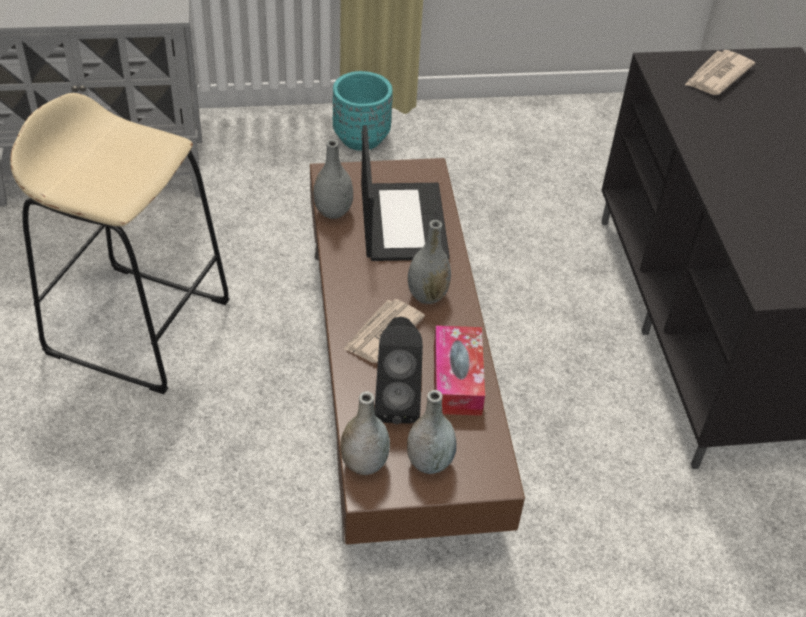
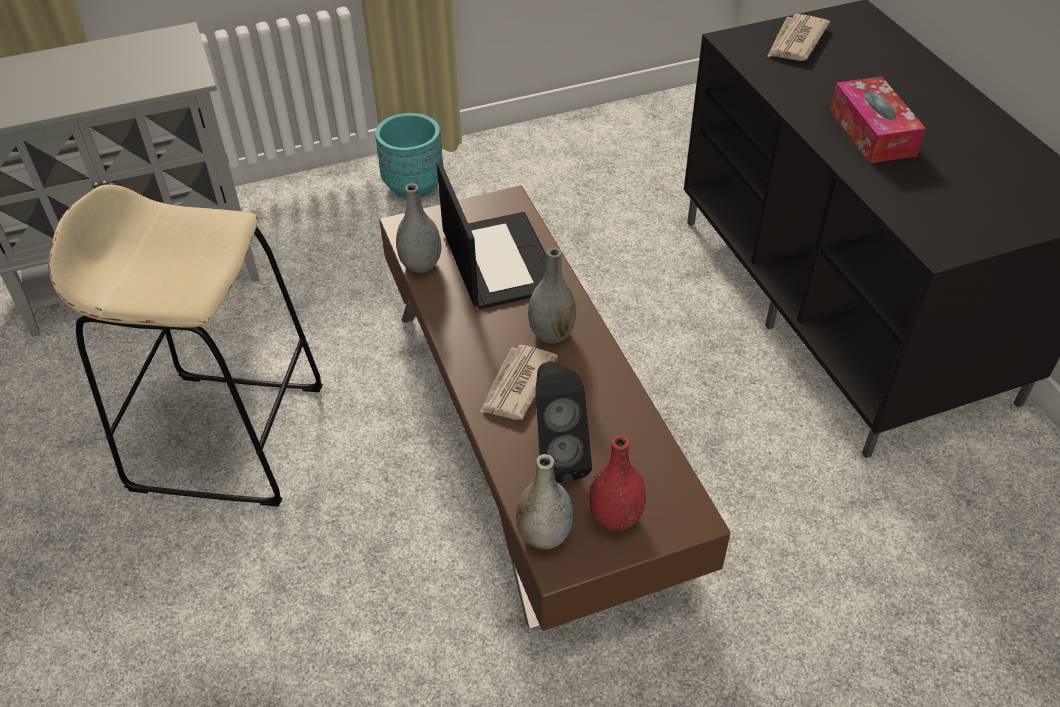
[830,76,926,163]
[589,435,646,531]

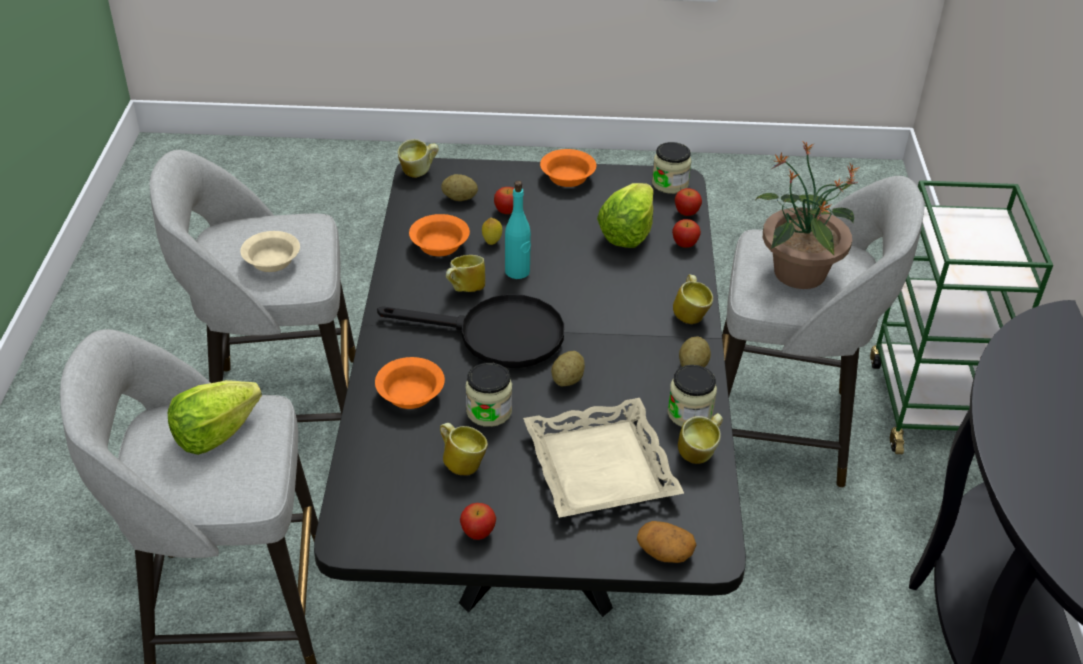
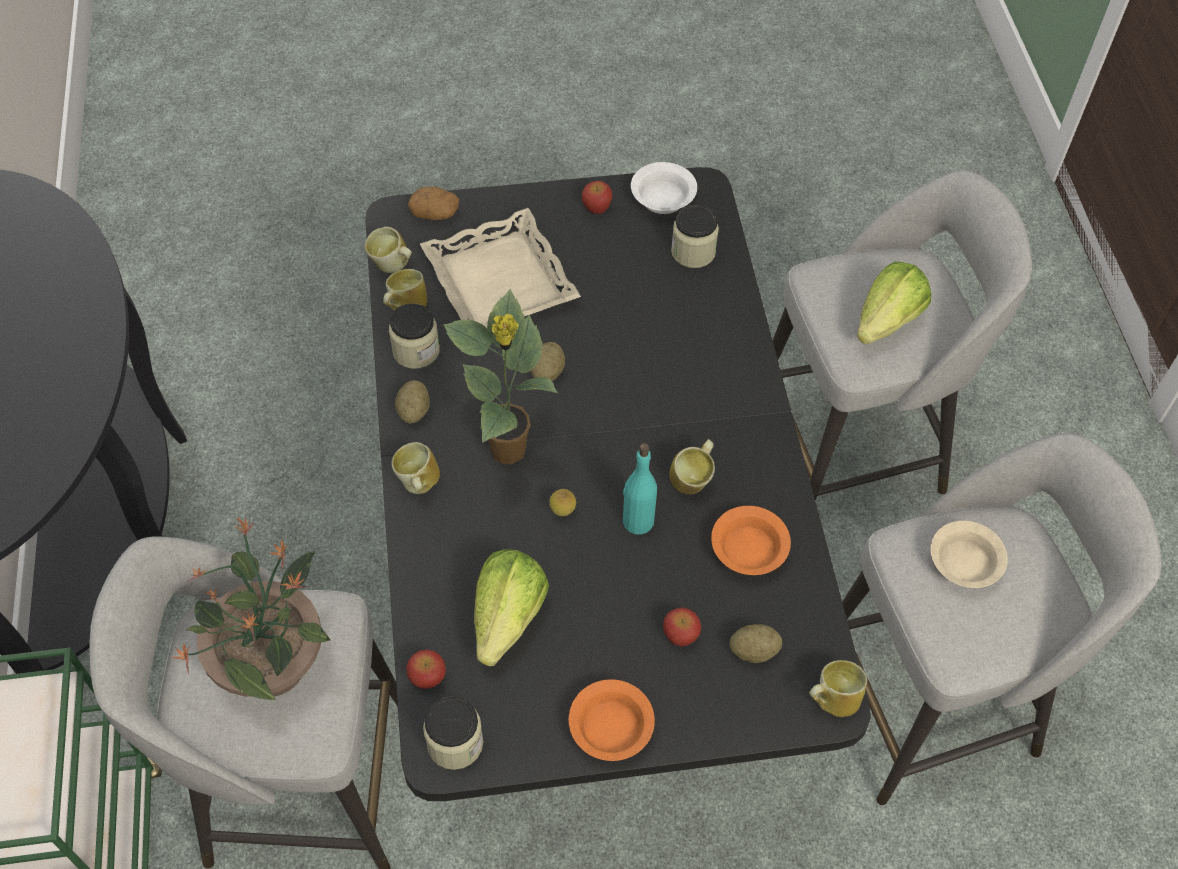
[375,357,445,409] (first image)
[377,294,564,368] (first image)
[672,219,701,248] (first image)
[443,289,558,465]
[631,162,697,214]
[365,227,412,273]
[671,205,719,268]
[549,489,576,516]

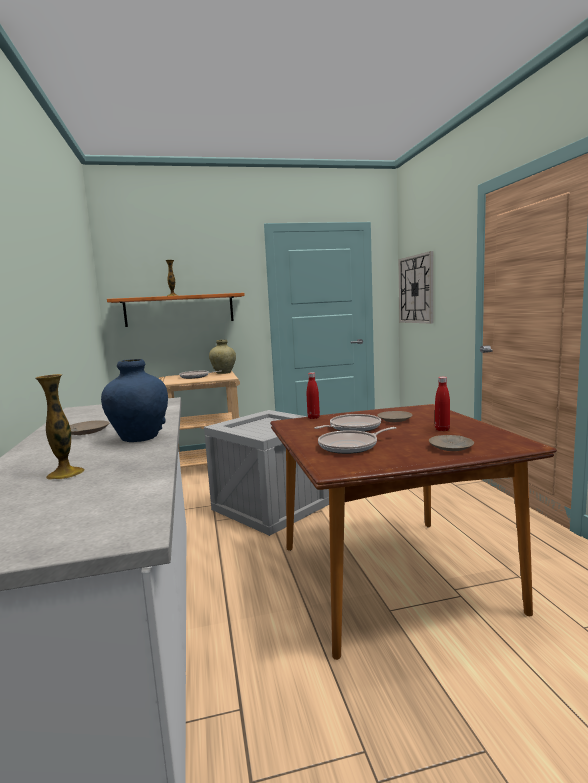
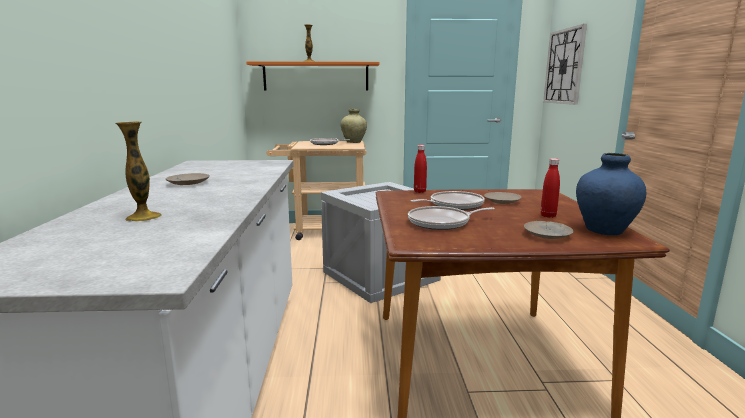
[576,153,647,235]

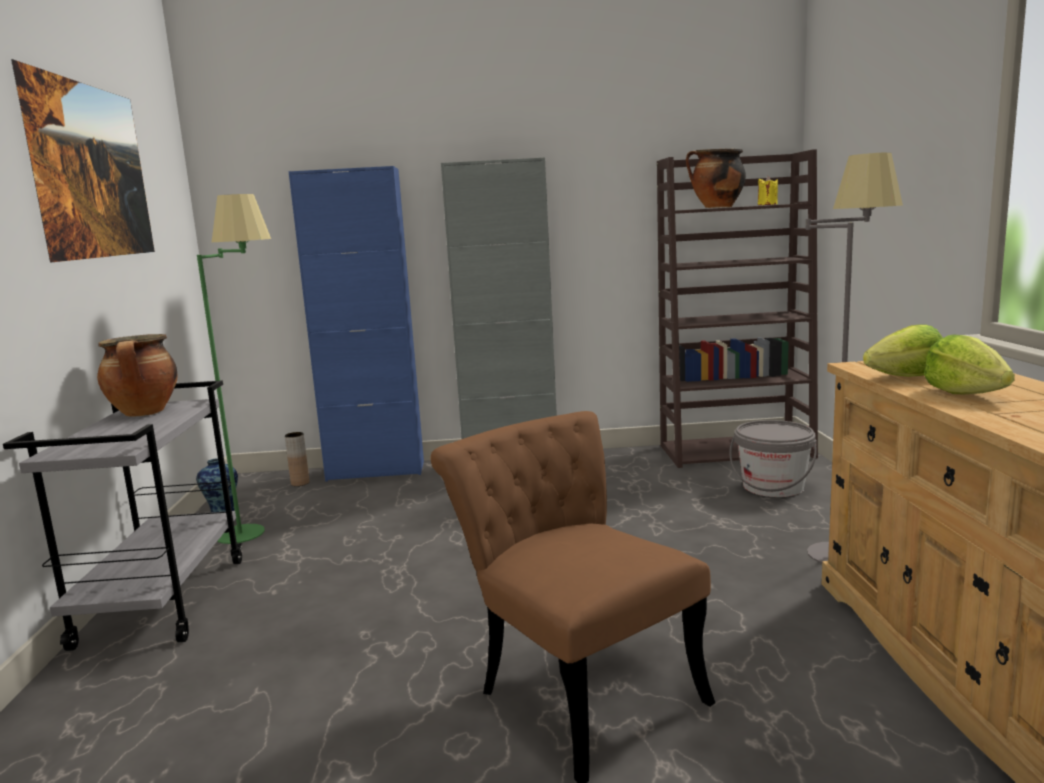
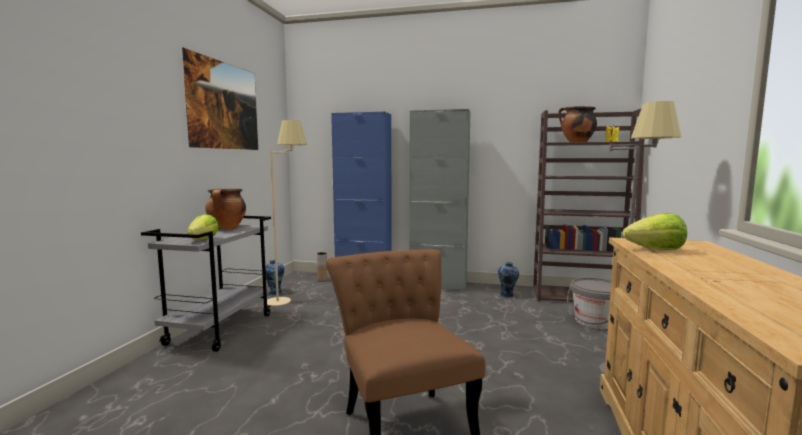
[498,262,519,298]
[187,214,219,240]
[267,120,307,306]

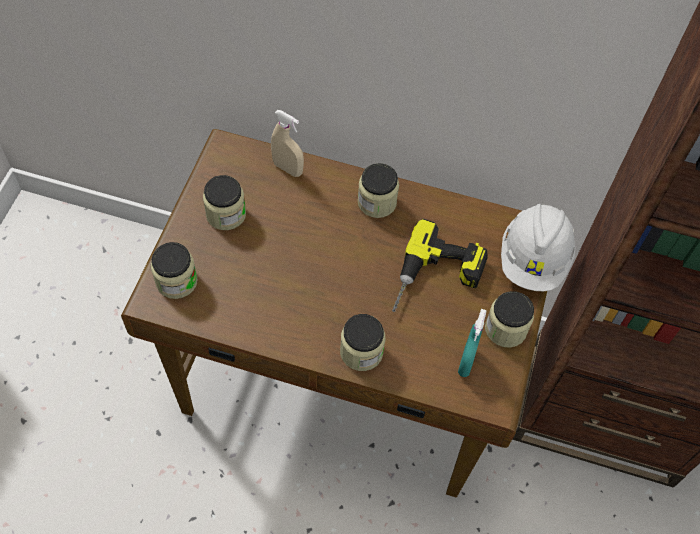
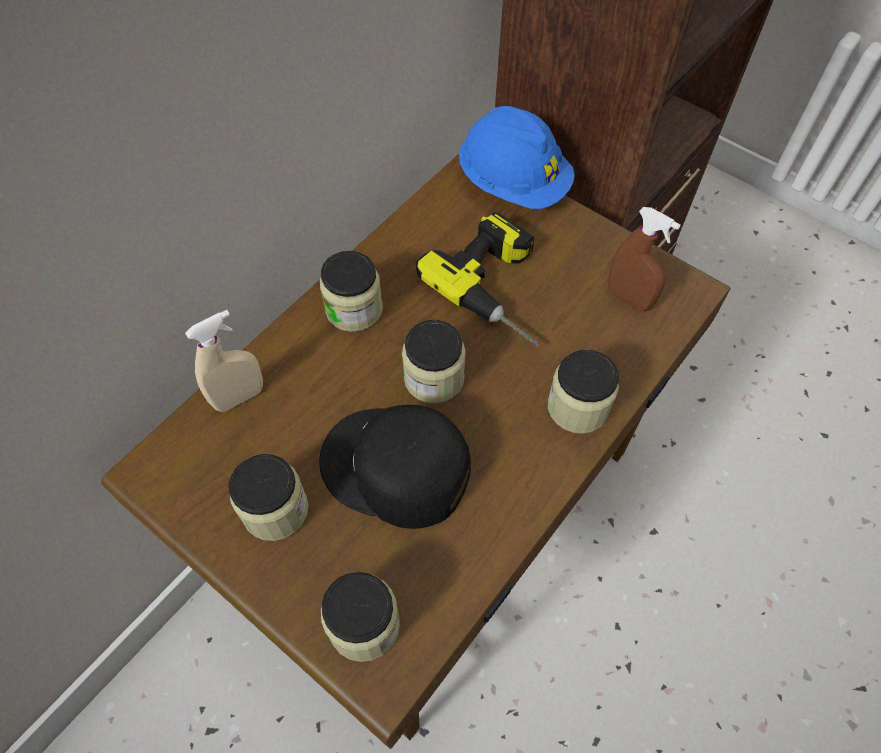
[319,405,471,529]
[402,320,466,403]
[608,207,681,311]
[459,106,575,209]

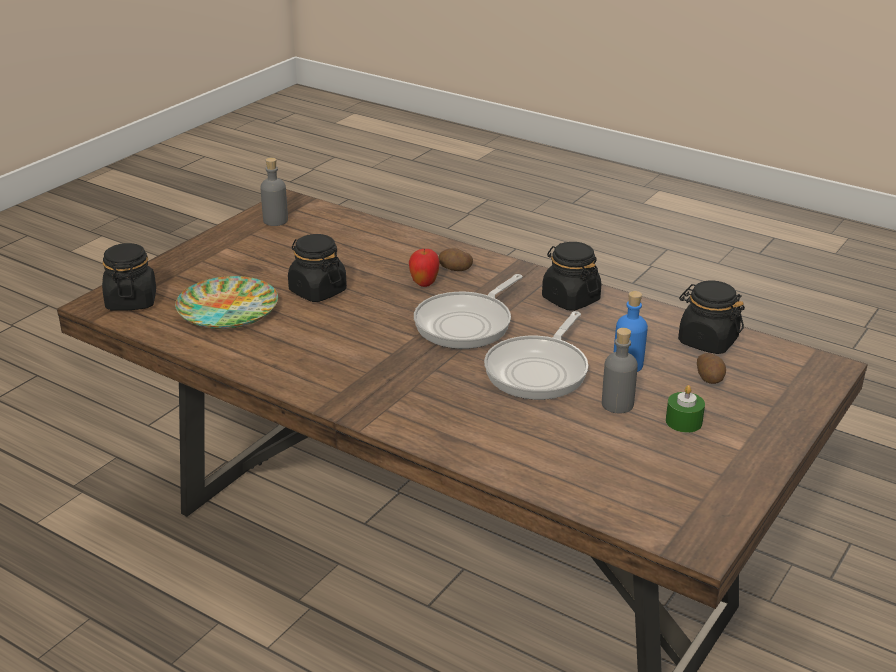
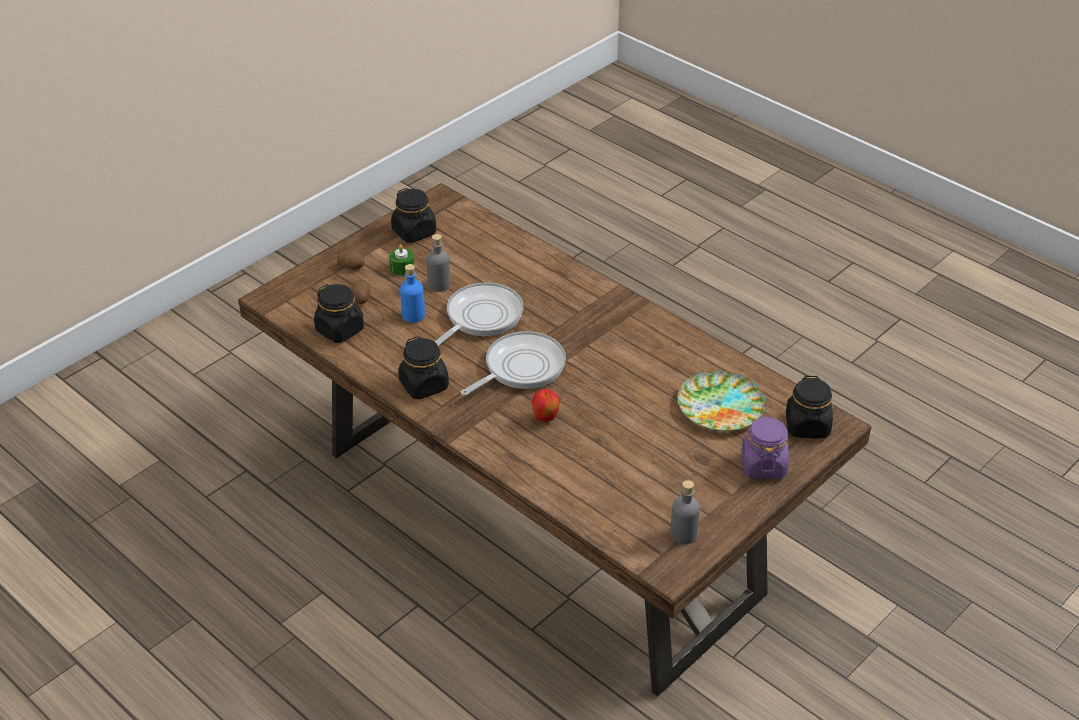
[741,416,789,479]
[391,188,436,243]
[337,250,365,270]

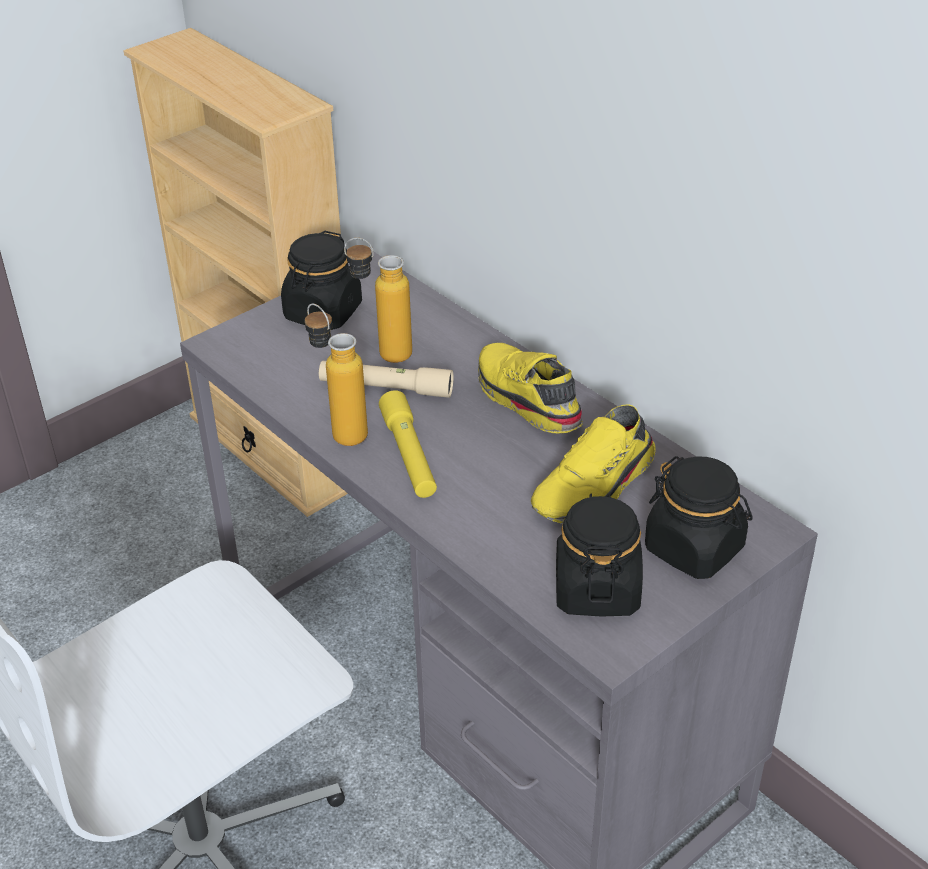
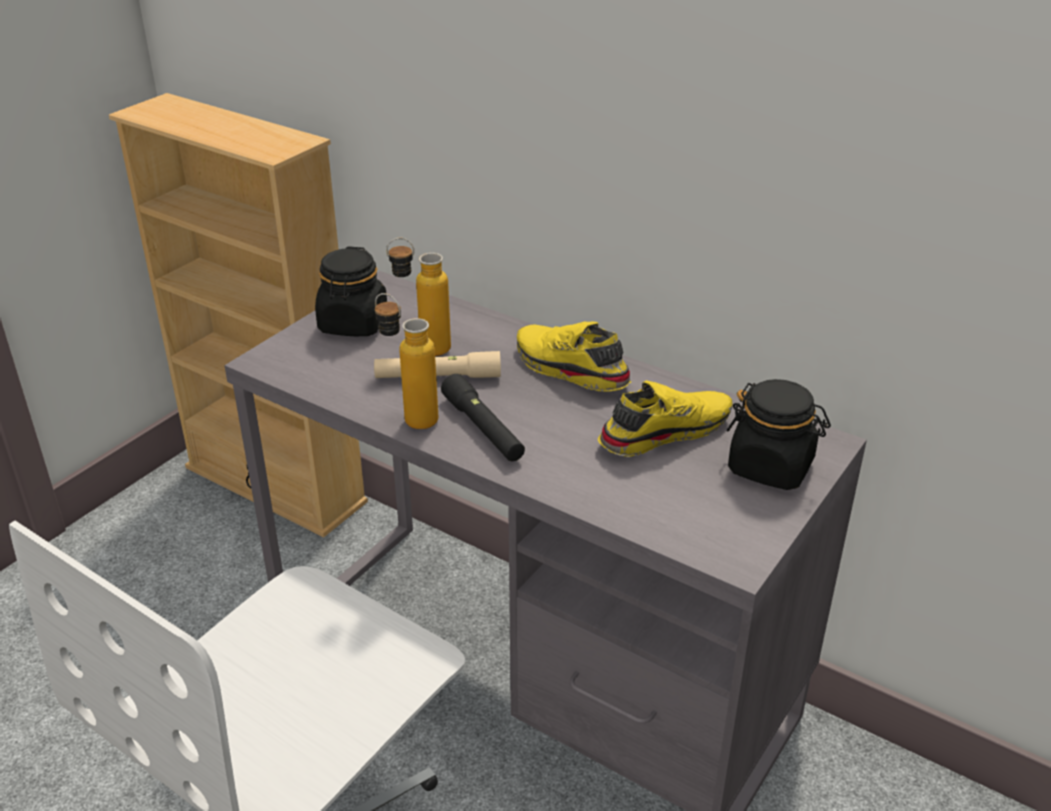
[556,494,643,617] (first image)
[441,374,525,461]
[598,380,732,457]

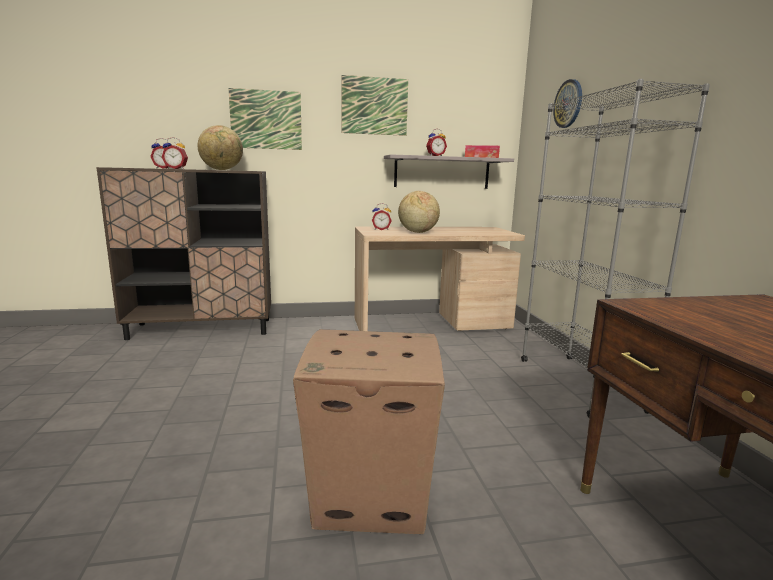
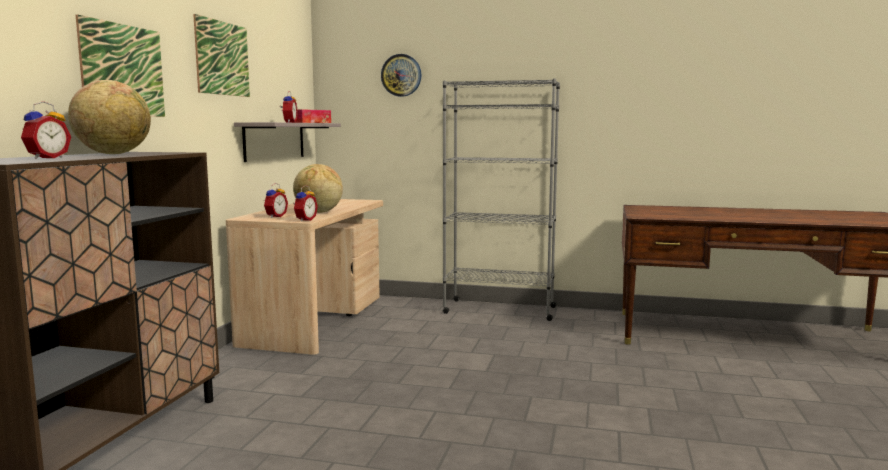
[293,329,445,534] (first image)
[294,185,318,222]

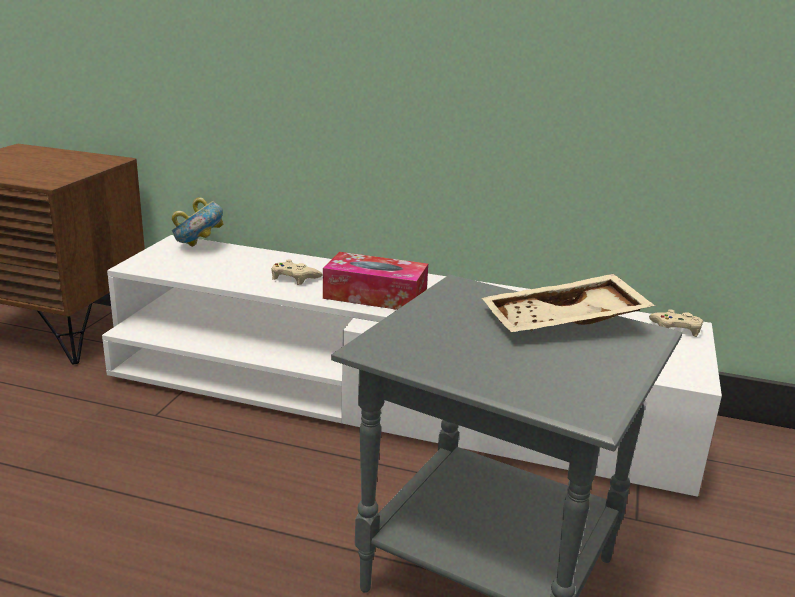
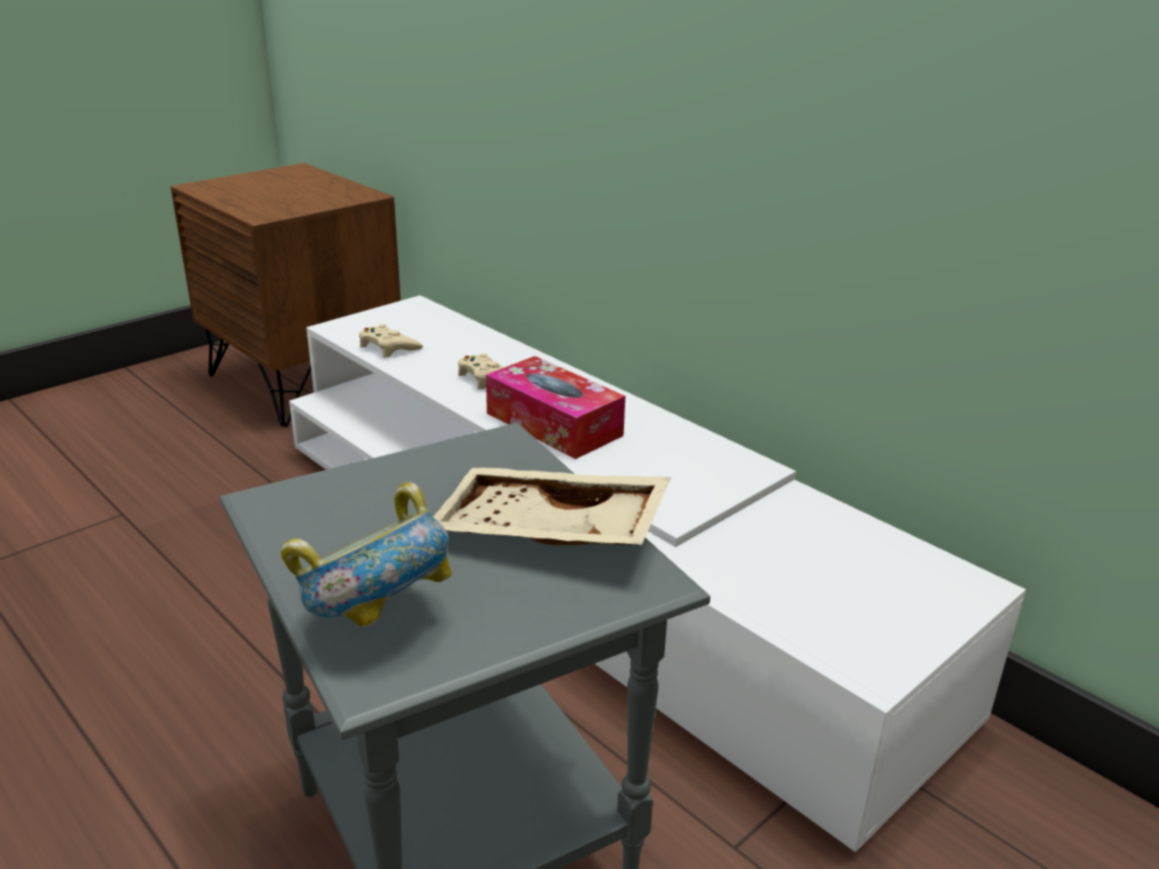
[281,482,452,627]
[359,324,423,357]

